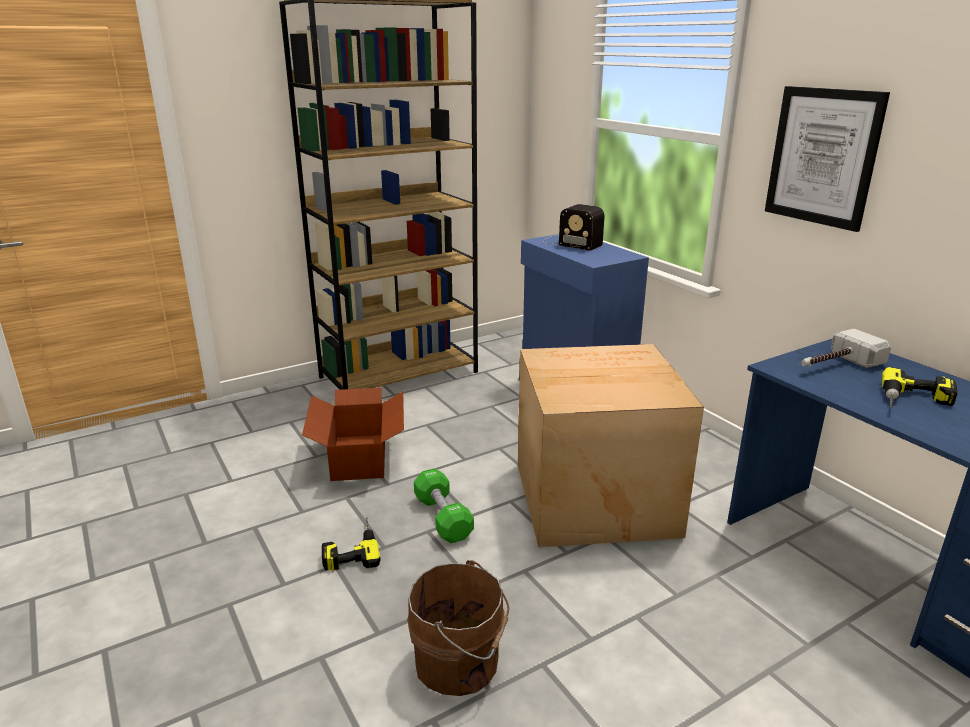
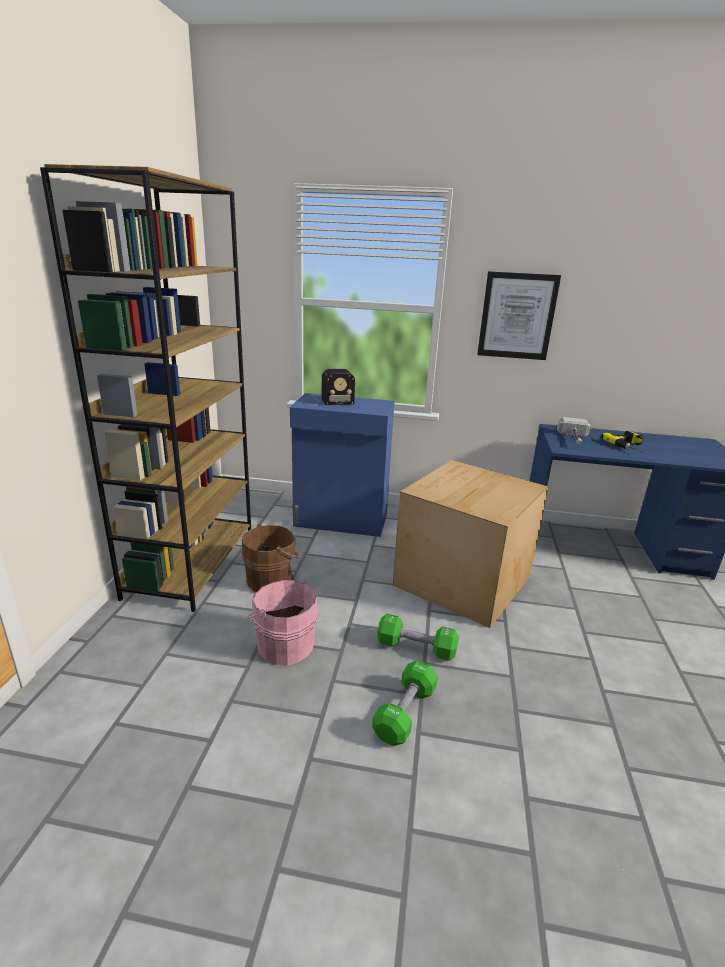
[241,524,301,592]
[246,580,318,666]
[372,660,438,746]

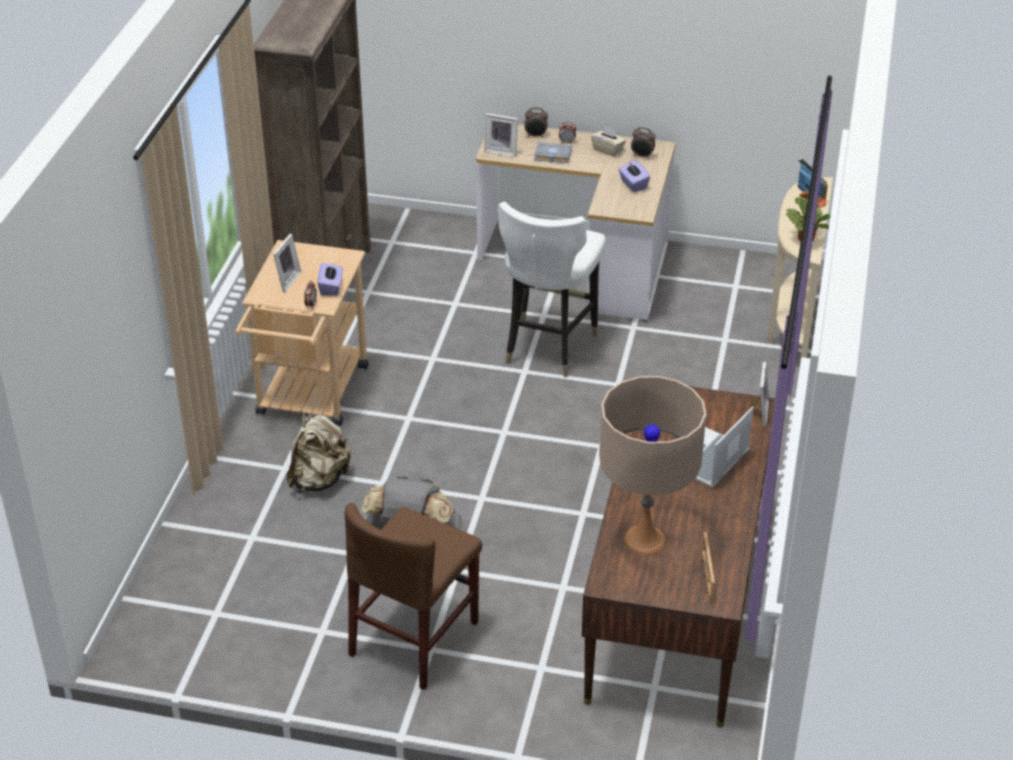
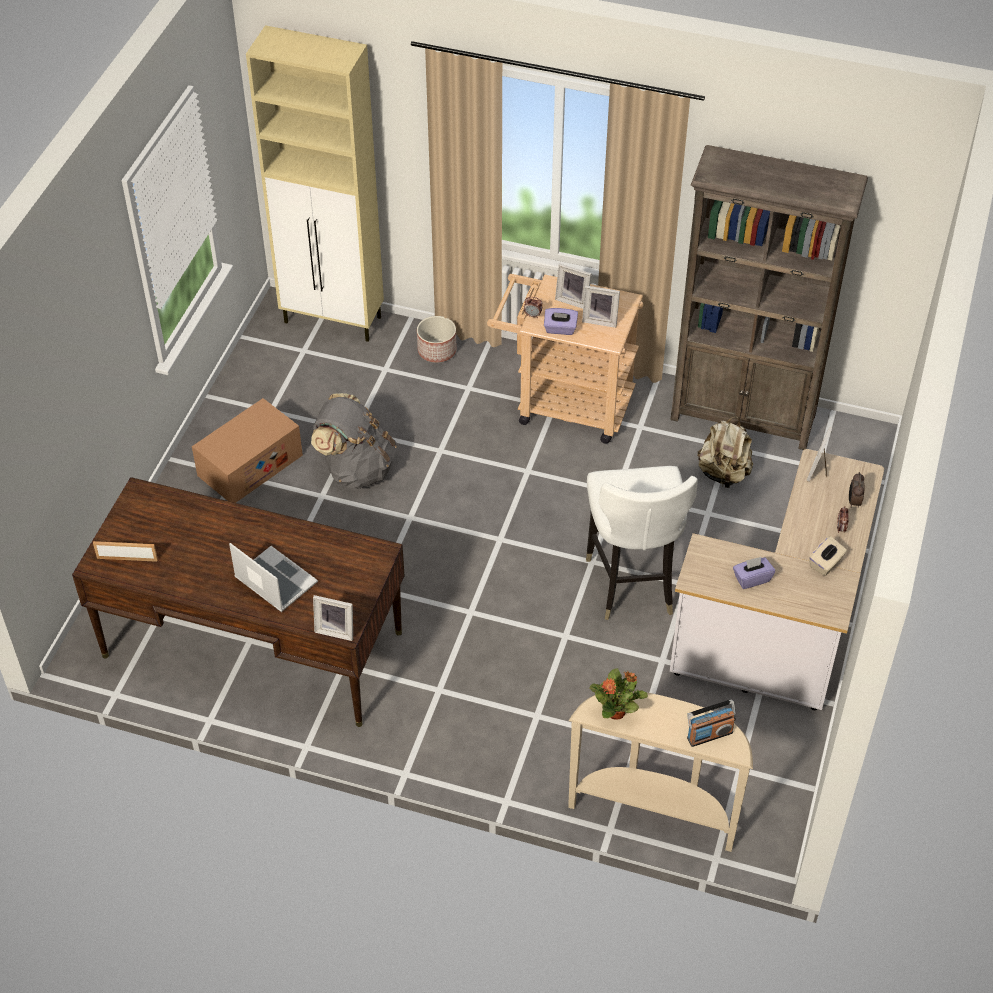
[534,142,572,163] (first image)
[599,376,706,555] (first image)
[631,127,655,159] (first image)
[246,25,384,342]
[417,316,456,363]
[582,285,620,328]
[698,417,753,488]
[192,398,303,503]
[586,466,698,620]

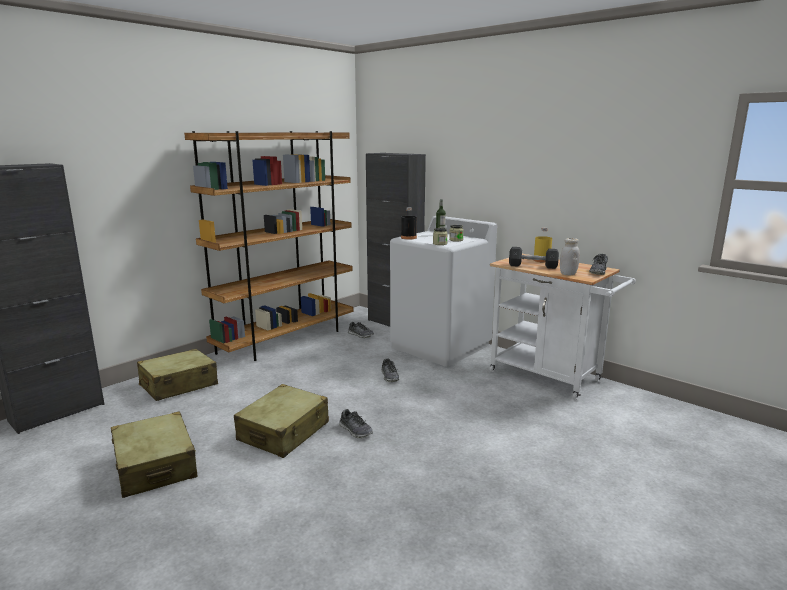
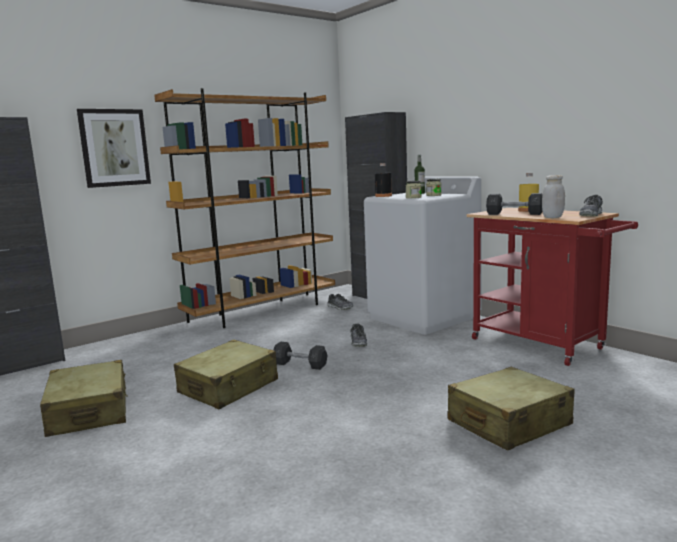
[339,409,373,438] (first image)
[77,109,151,188]
[274,342,328,370]
[448,367,574,451]
[466,208,638,366]

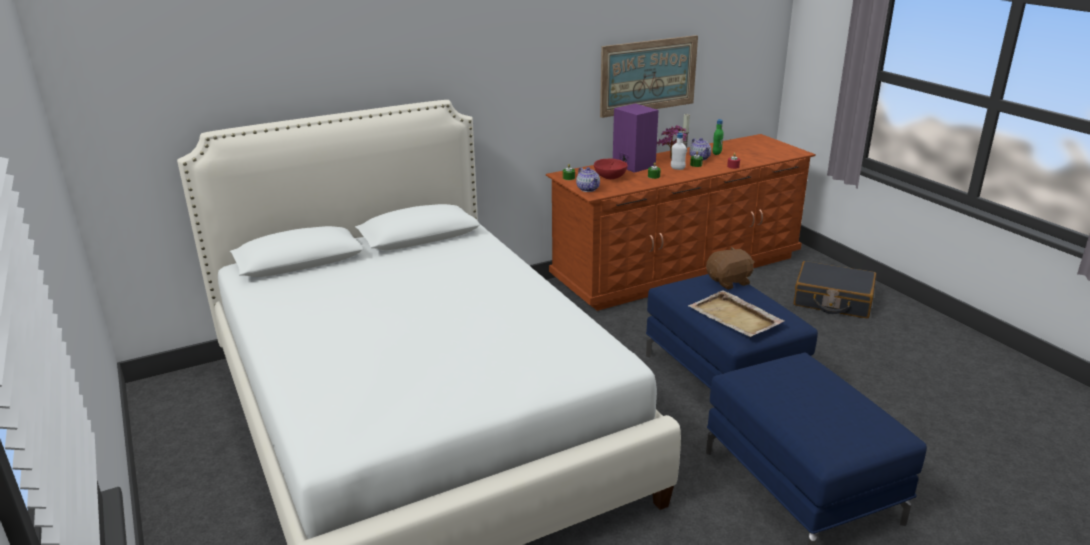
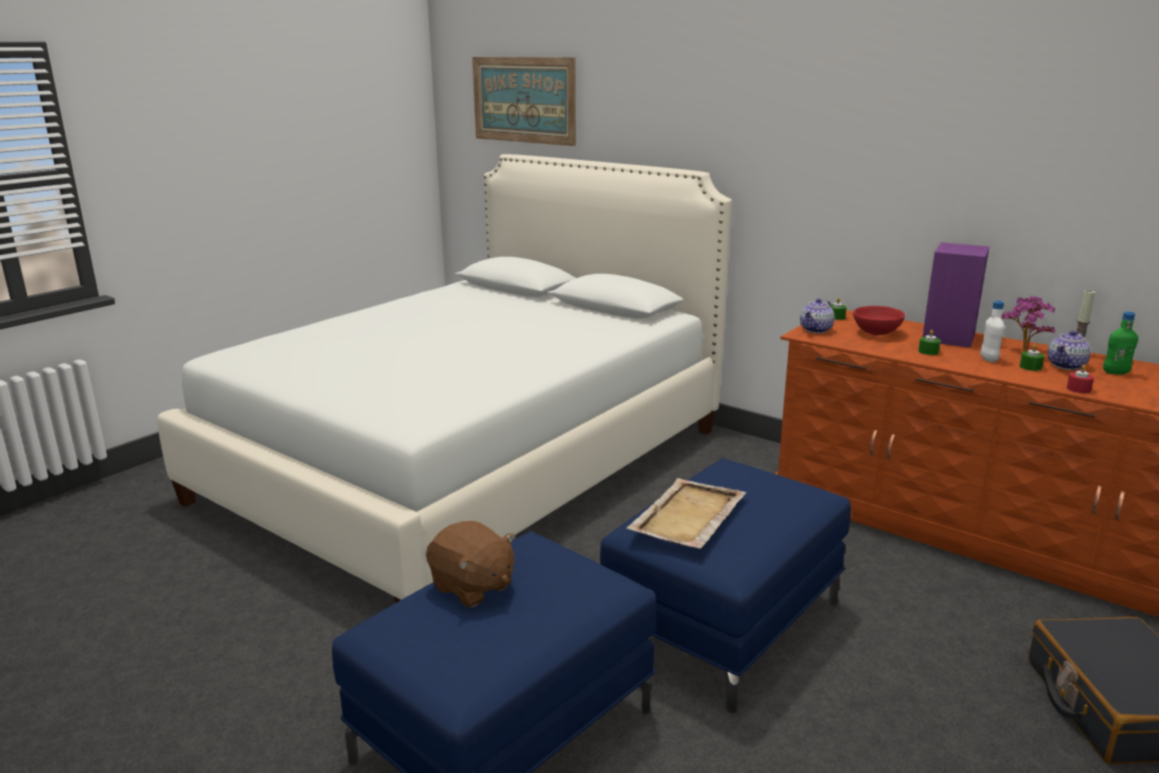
[472,57,576,146]
[426,521,515,608]

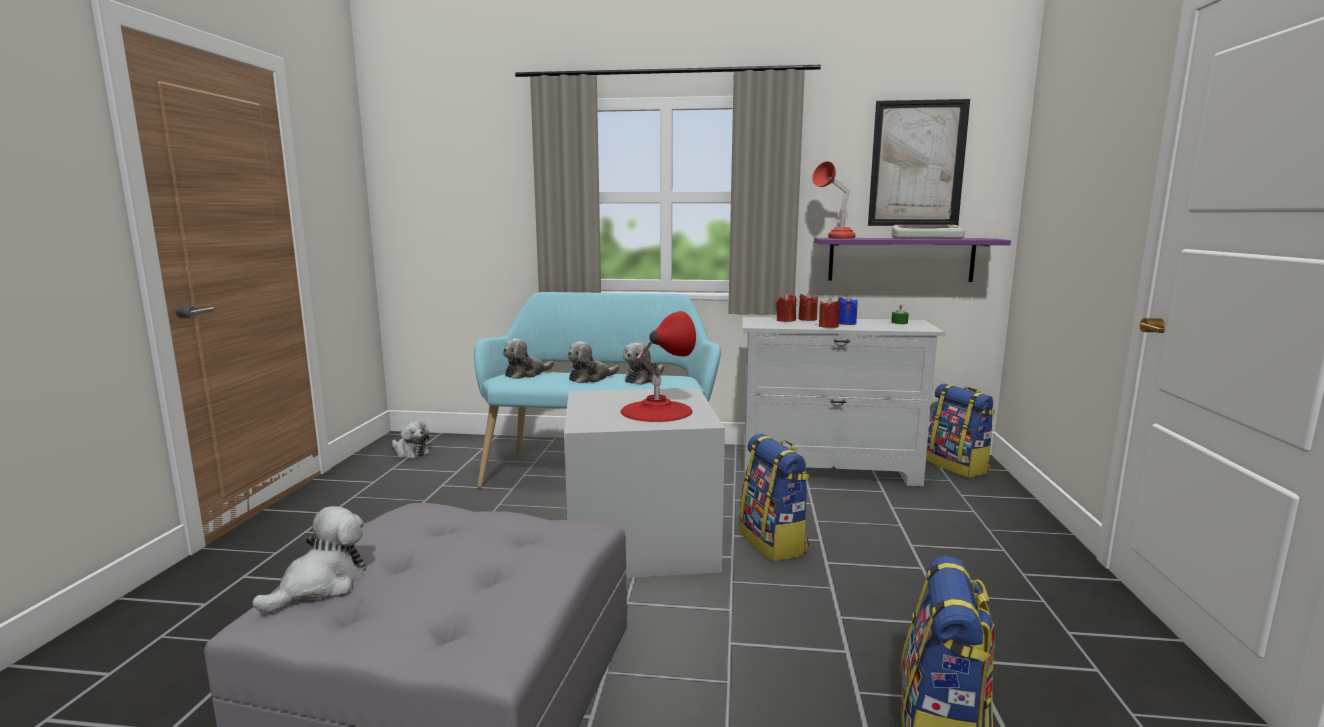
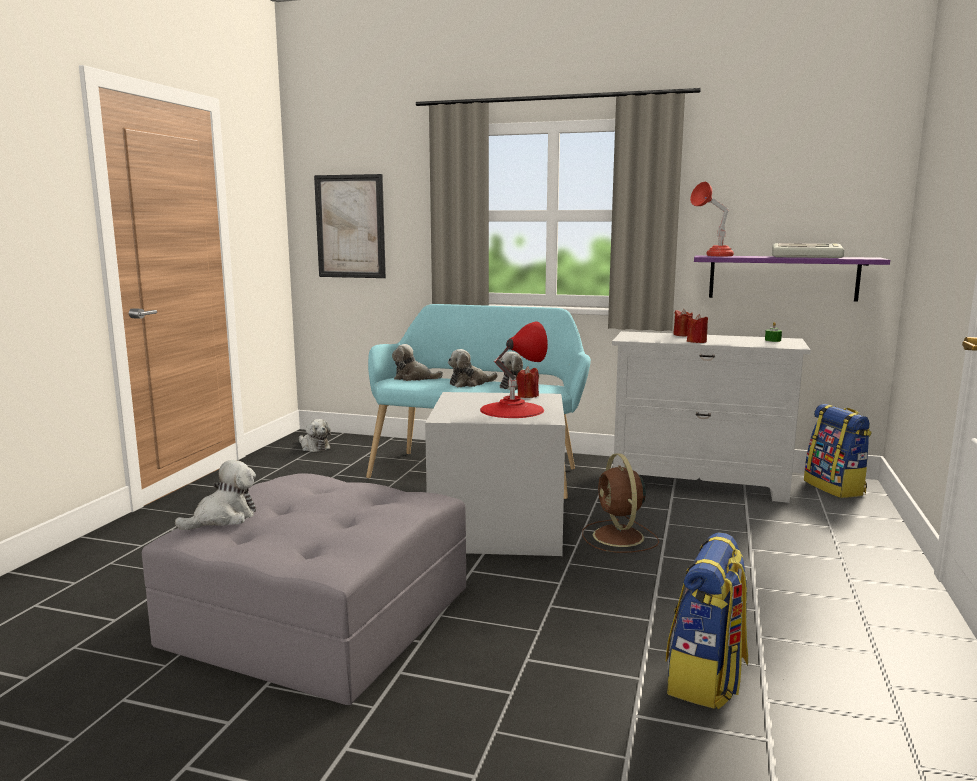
[838,295,858,325] (first image)
[516,366,539,398]
[314,174,386,278]
[582,453,659,553]
[392,344,443,381]

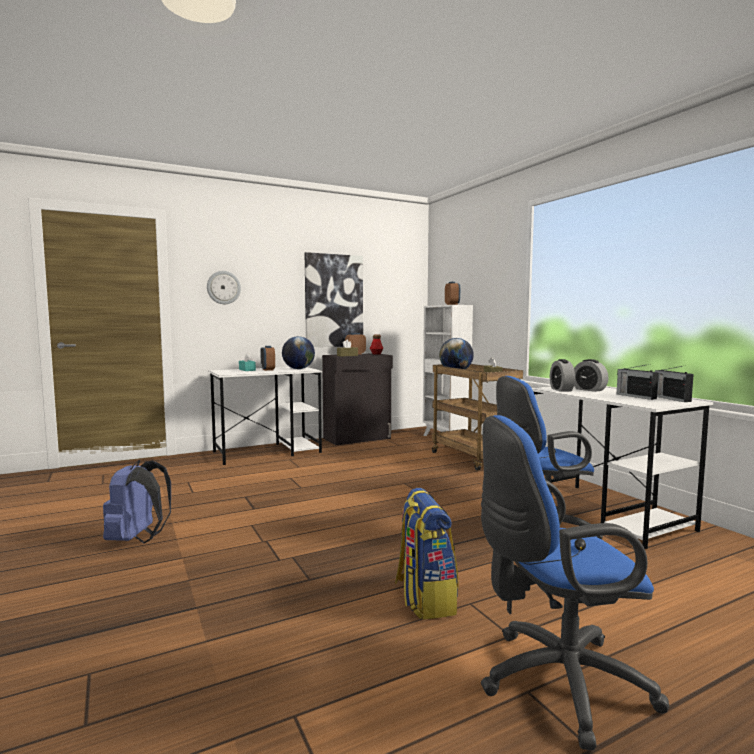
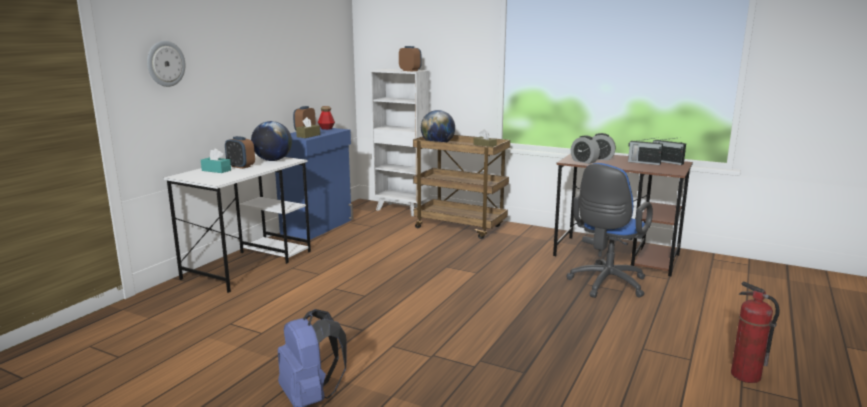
[305,252,363,347] (first image)
[395,488,458,620] (first image)
[731,281,780,383]
[275,127,353,240]
[553,154,693,277]

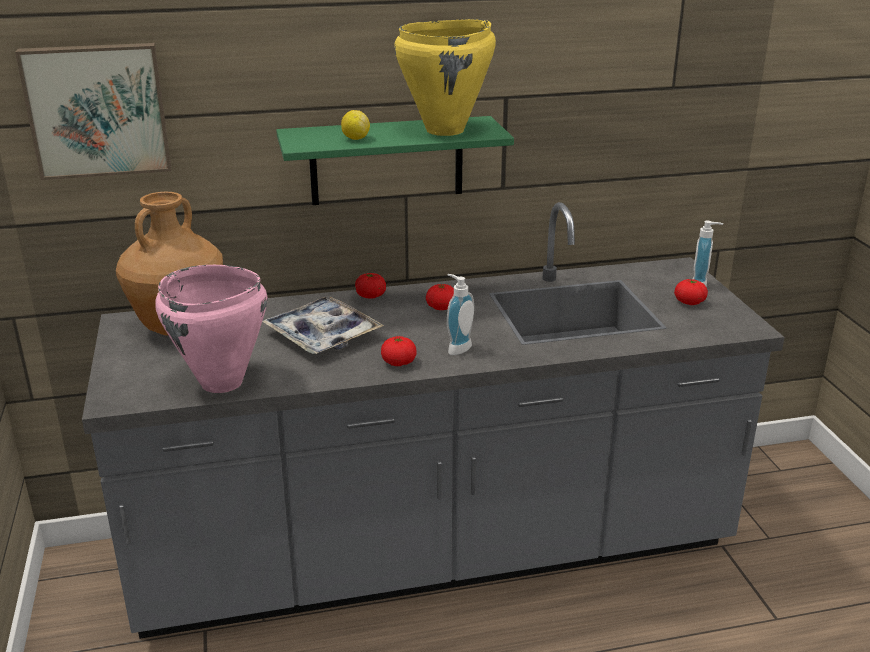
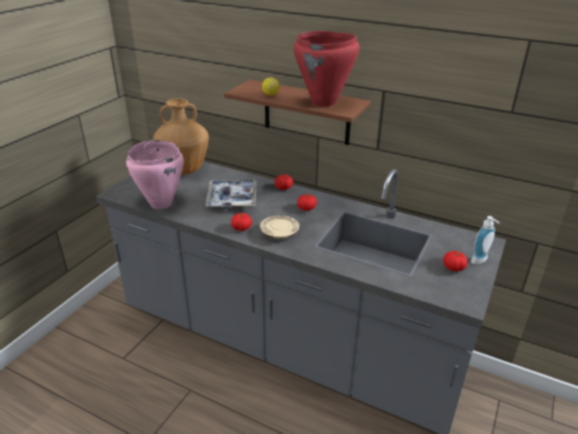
[15,43,171,180] (first image)
[260,216,299,239]
[224,79,371,145]
[293,31,359,107]

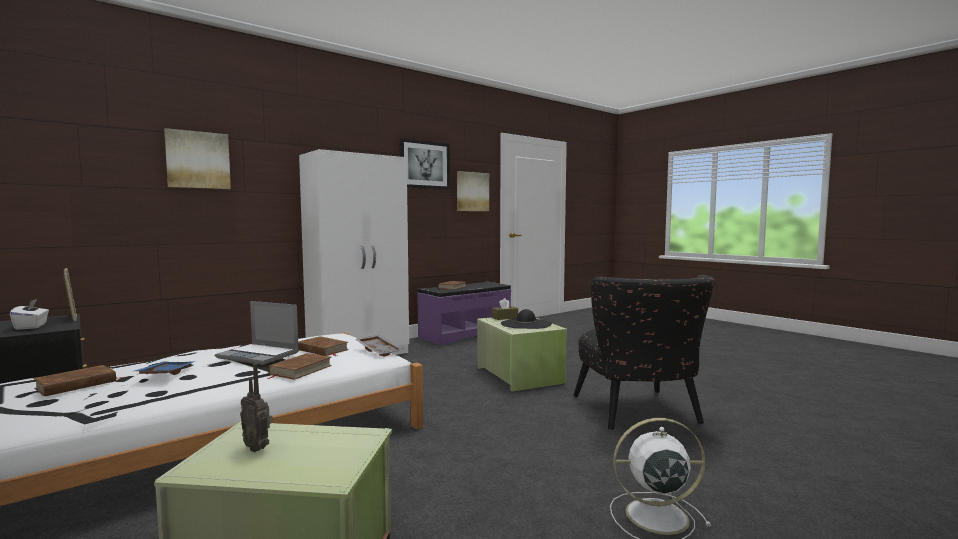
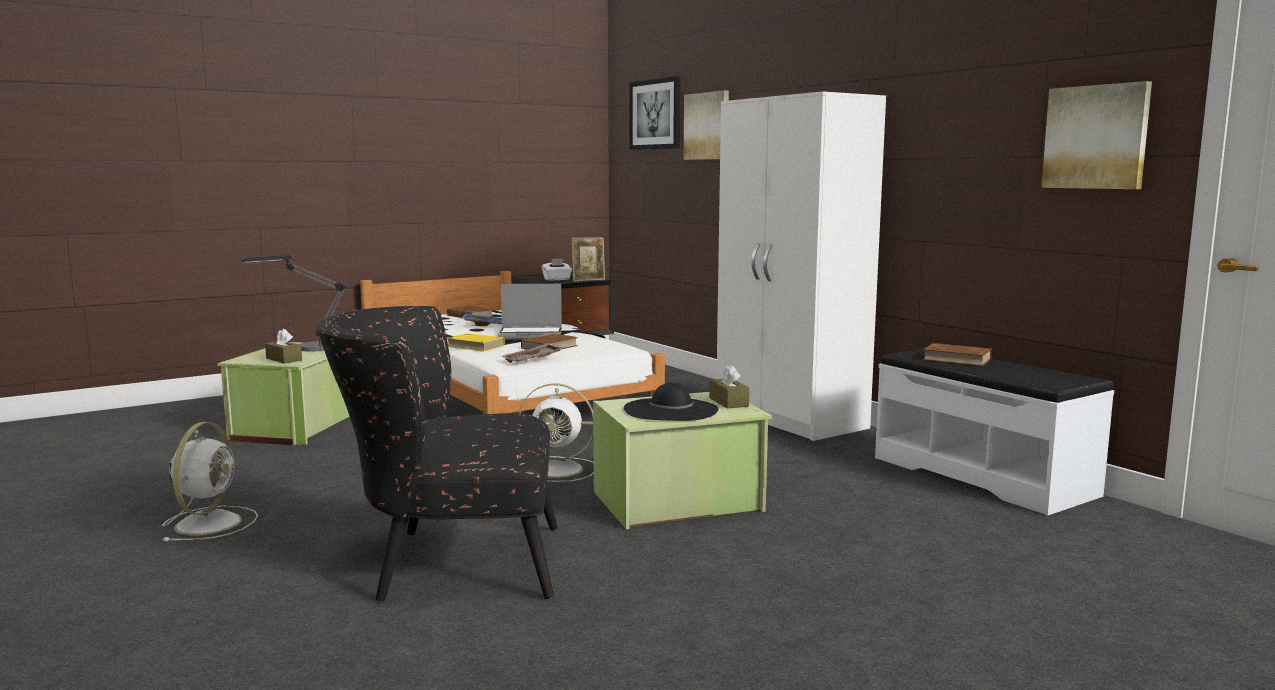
[265,329,302,364]
[519,383,594,482]
[630,76,680,150]
[241,255,347,352]
[447,333,505,352]
[875,349,1114,516]
[498,284,562,340]

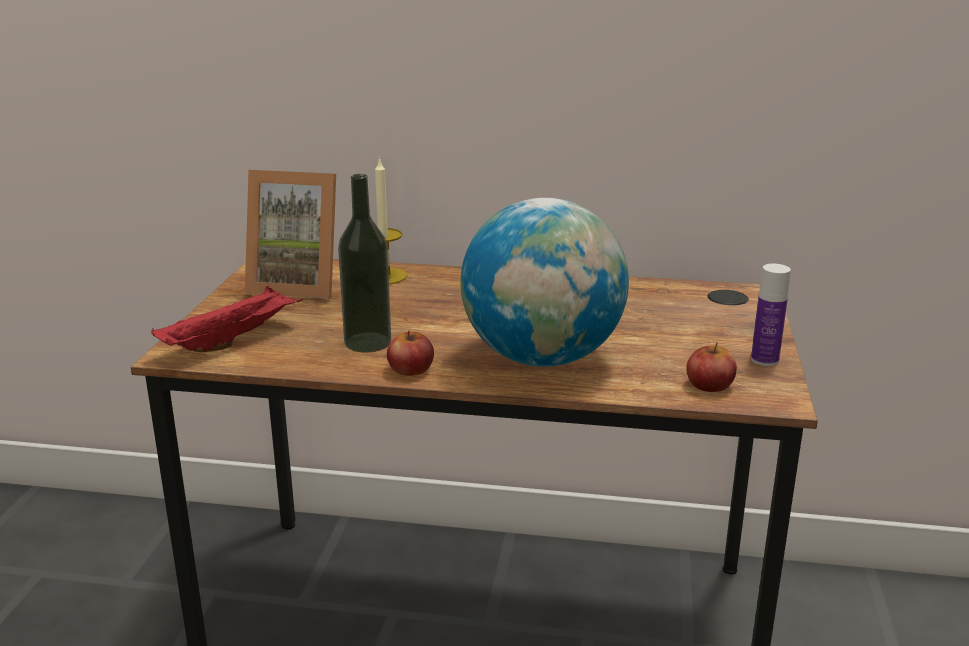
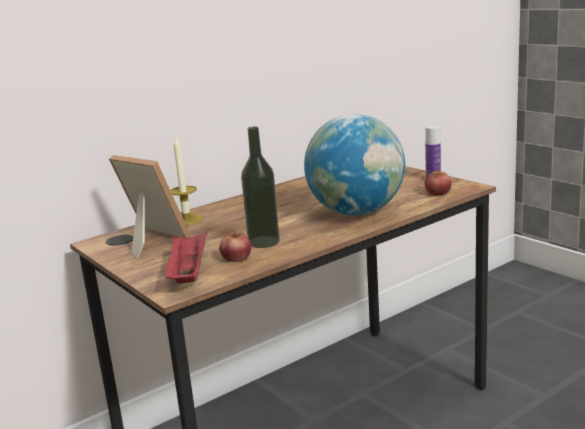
[219,231,251,262]
[109,155,191,258]

